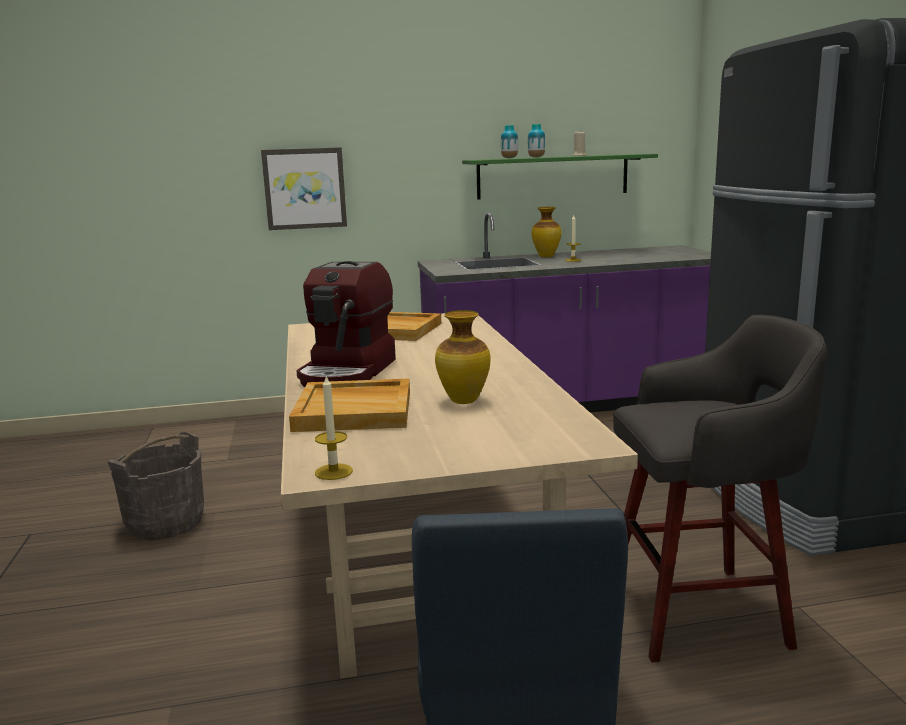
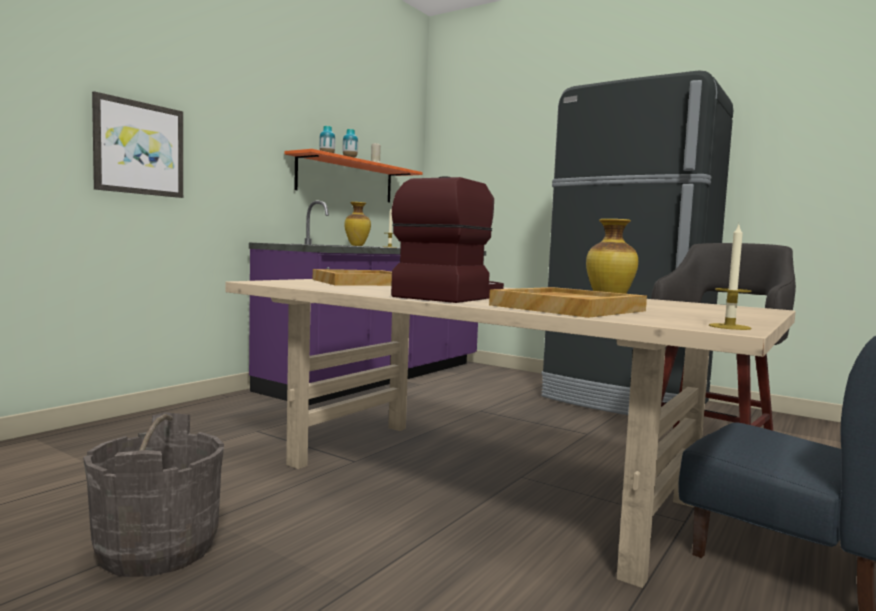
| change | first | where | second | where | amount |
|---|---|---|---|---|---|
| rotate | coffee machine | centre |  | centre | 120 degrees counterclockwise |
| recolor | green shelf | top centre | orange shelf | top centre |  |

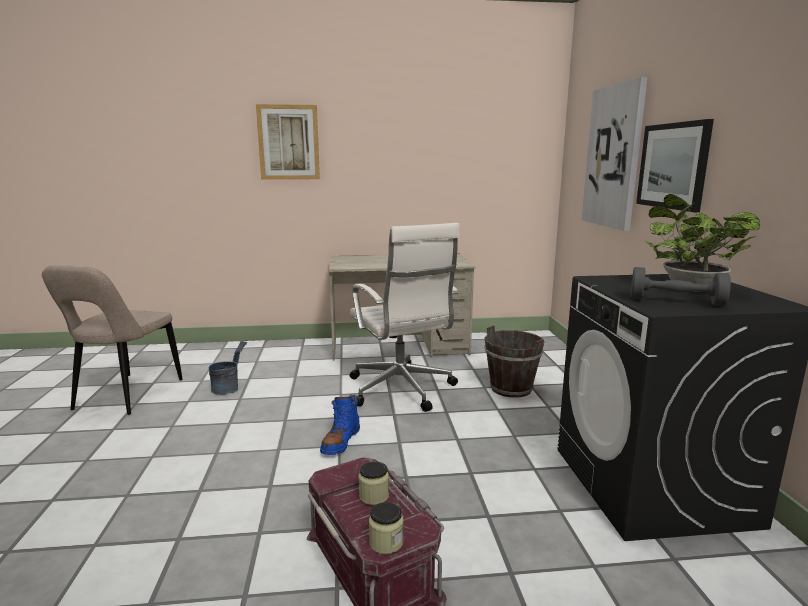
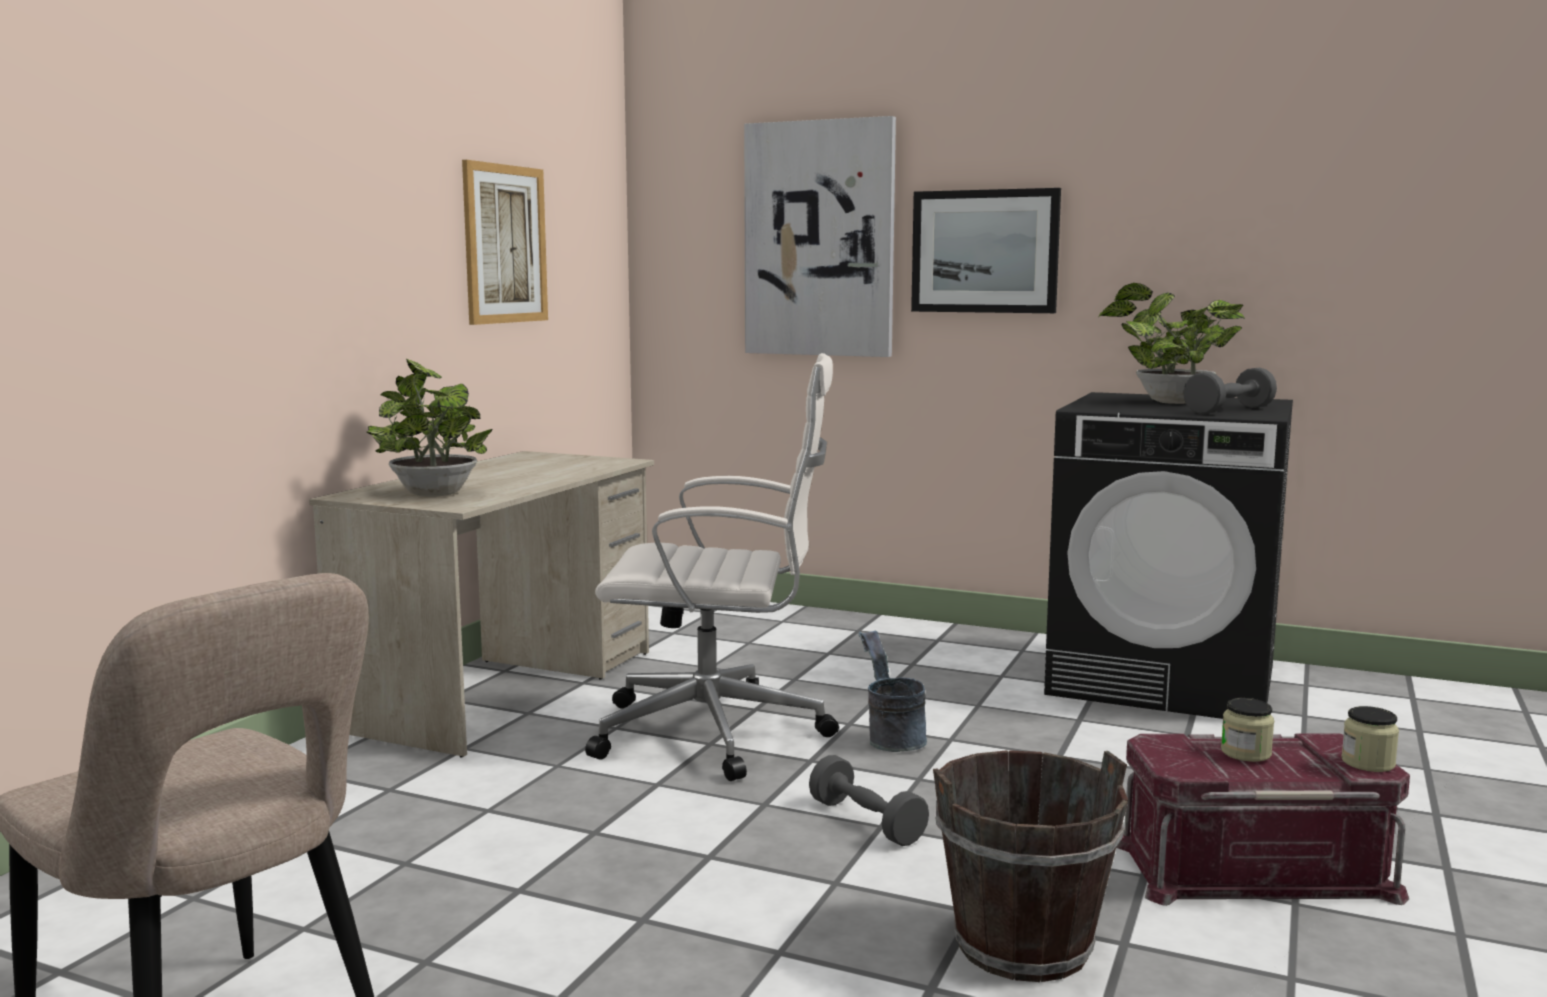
| change | first | where | second | where | amount |
|---|---|---|---|---|---|
| move | grey bucket | middle left |  | bottom centre |  |
| move | picture (1st from left) | top centre |  | top left |  |
| replace | blue boot | bottom centre | grey dumbbell (1st from left) | bottom centre |  |
| move | brown bucket | centre |  | bottom centre |  |
| insert |  |  | potted plant (1st from left) | middle left |  |

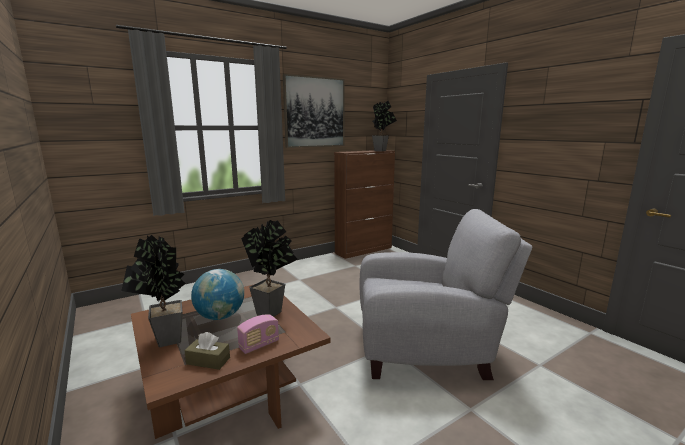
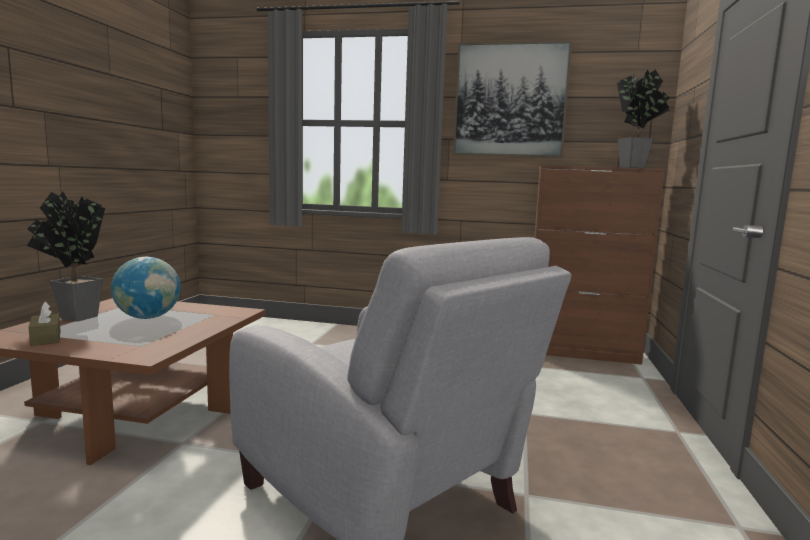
| change | first | where | second | where | amount |
|---|---|---|---|---|---|
| delete | radio | bottom centre |  |  |  |
| delete | potted plant (2nd from left) | centre |  |  |  |

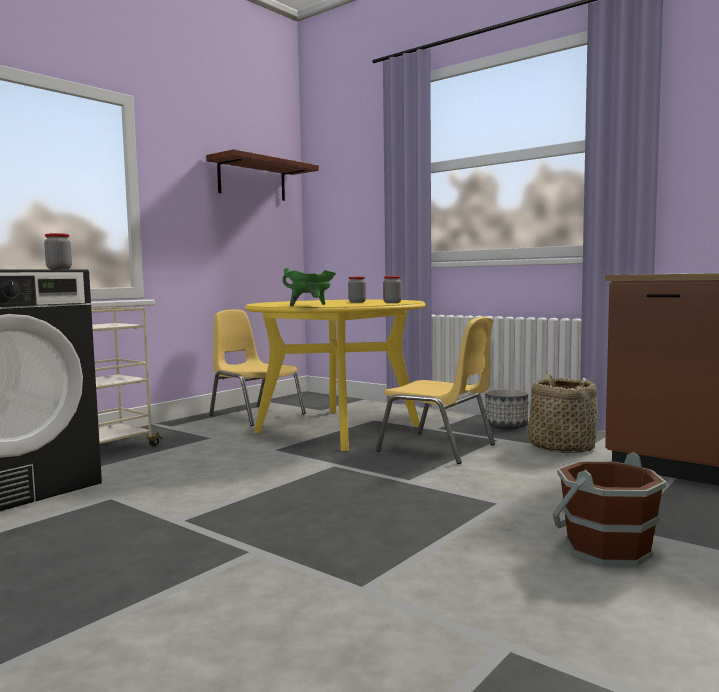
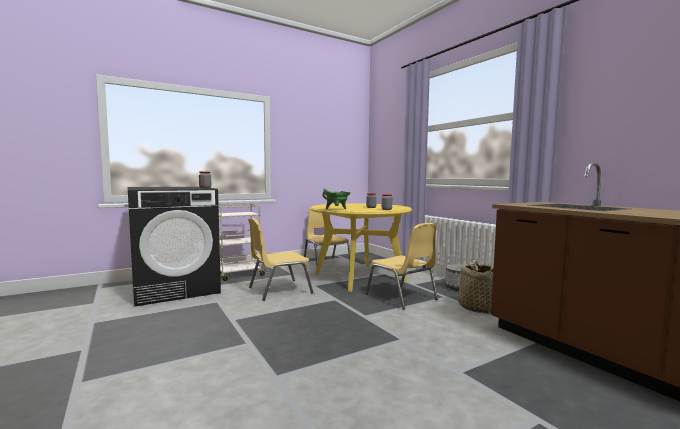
| change | first | where | second | where | amount |
|---|---|---|---|---|---|
| delete | shelf | top centre |  |  |  |
| delete | brown bucket | bottom right |  |  |  |
| insert |  |  | yellow chair (1st from left) | centre |  |

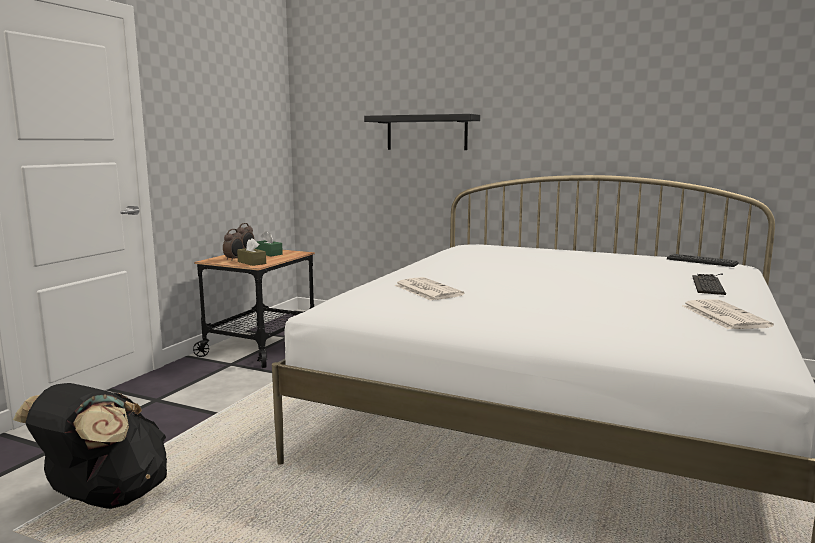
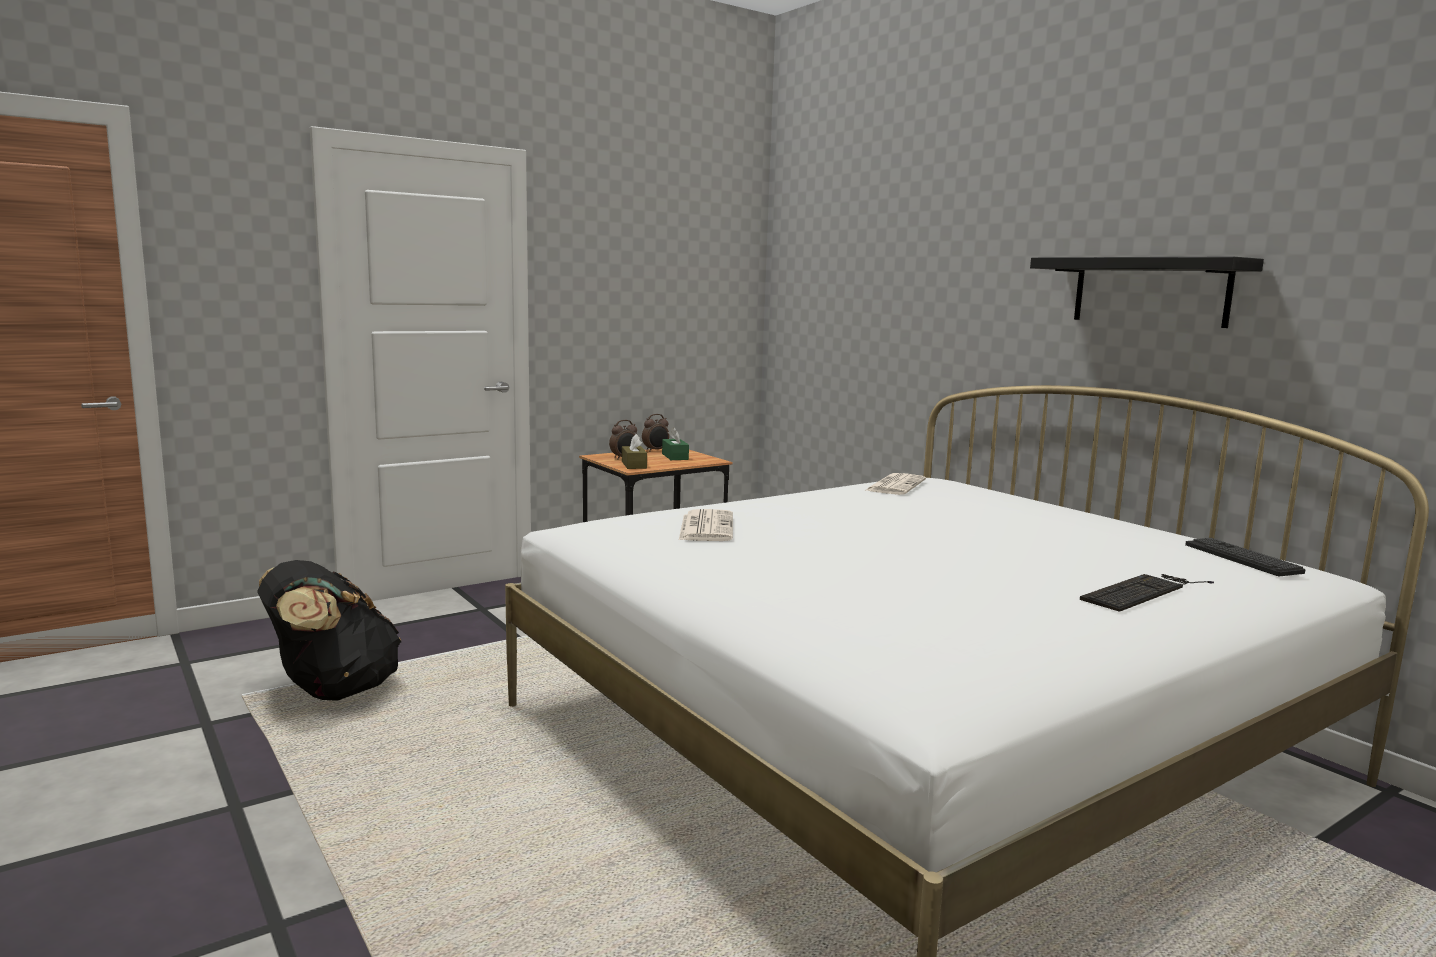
| change | first | where | second | where | amount |
|---|---|---|---|---|---|
| move | black shelf | top centre |  | top right |  |
| move | newspaper (2nd from left) | middle right |  | centre |  |

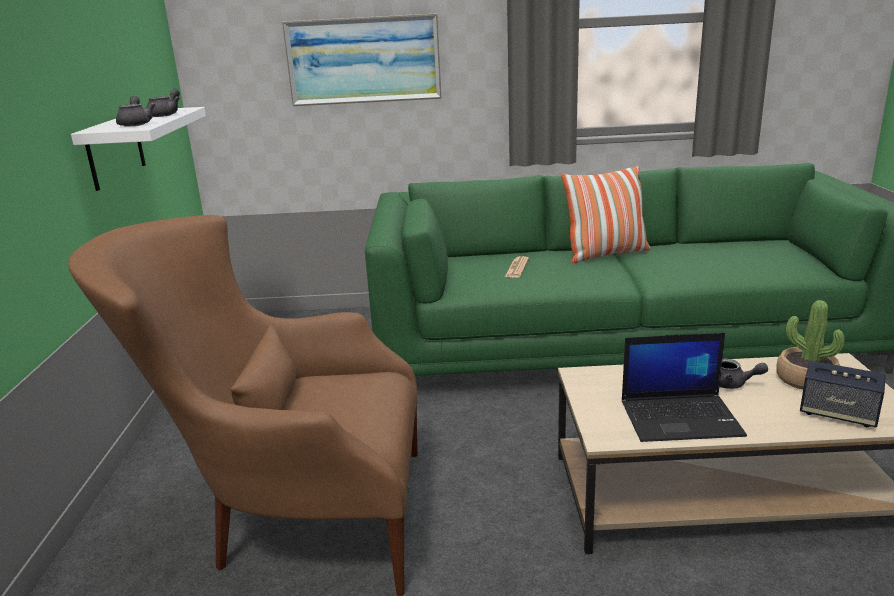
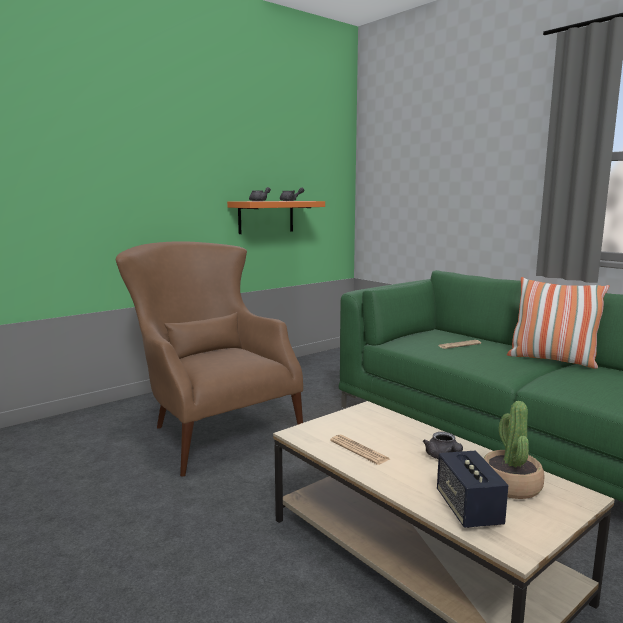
| change | first | where | second | where | amount |
|---|---|---|---|---|---|
| recolor | white shelf | top left | orange shelf | centre |  |
| delete | picture | top centre |  |  |  |
| replace | laptop | middle right | newspaper (1st from left) | bottom centre |  |

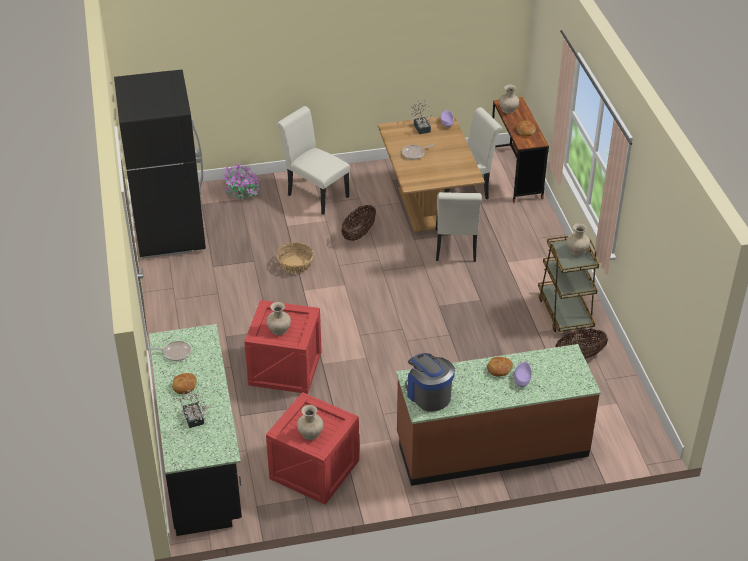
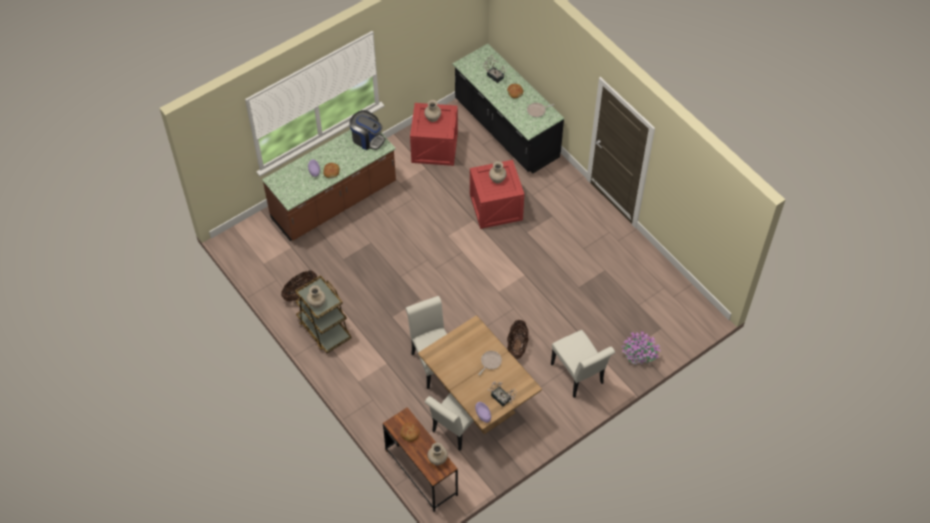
| change | first | where | second | where | amount |
|---|---|---|---|---|---|
| delete | black fridge | top left |  |  |  |
| rotate | white chair (1st from left in the first image) | top centre | white chair (3rd from left) | bottom centre | 45 degrees clockwise |
| delete | basket (1st from left) | centre |  |  |  |

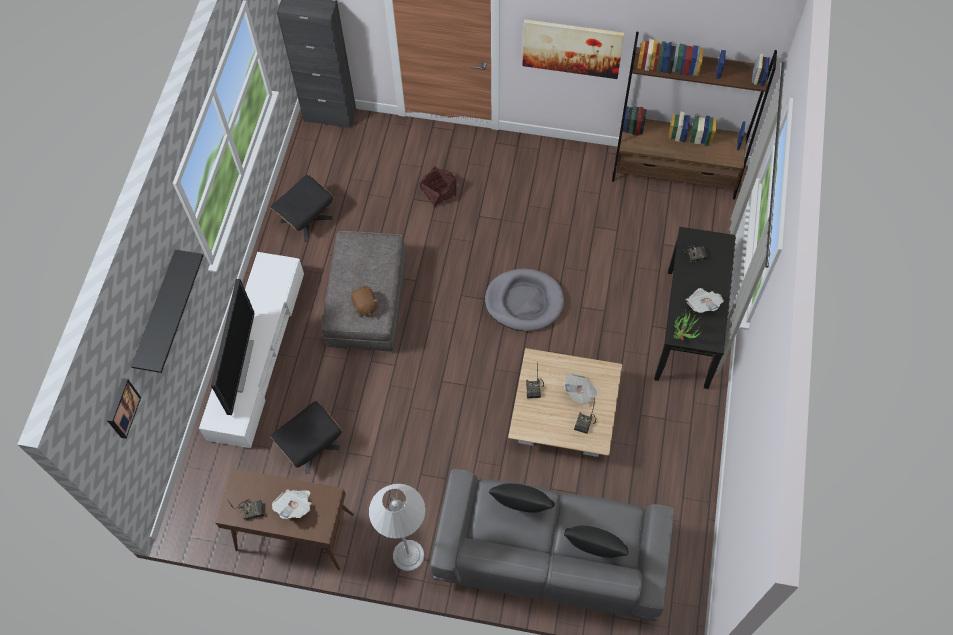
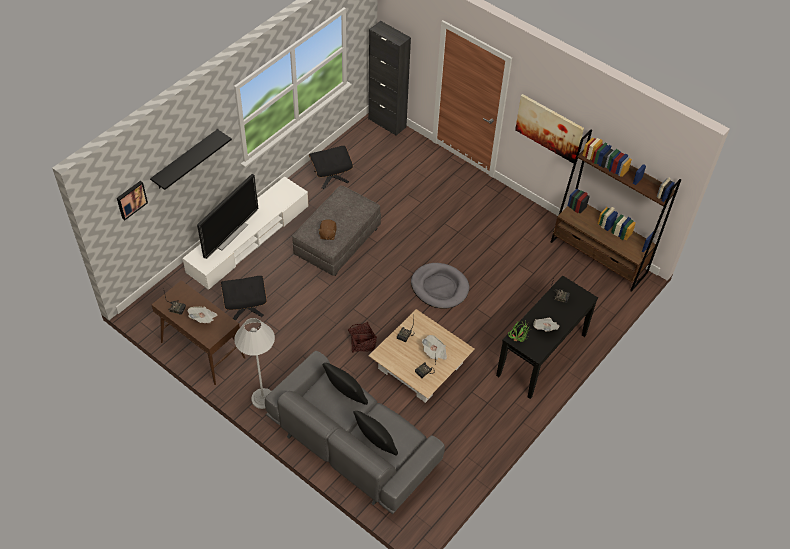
| change | first | where | second | where | amount |
|---|---|---|---|---|---|
| move | basket | top centre |  | centre |  |

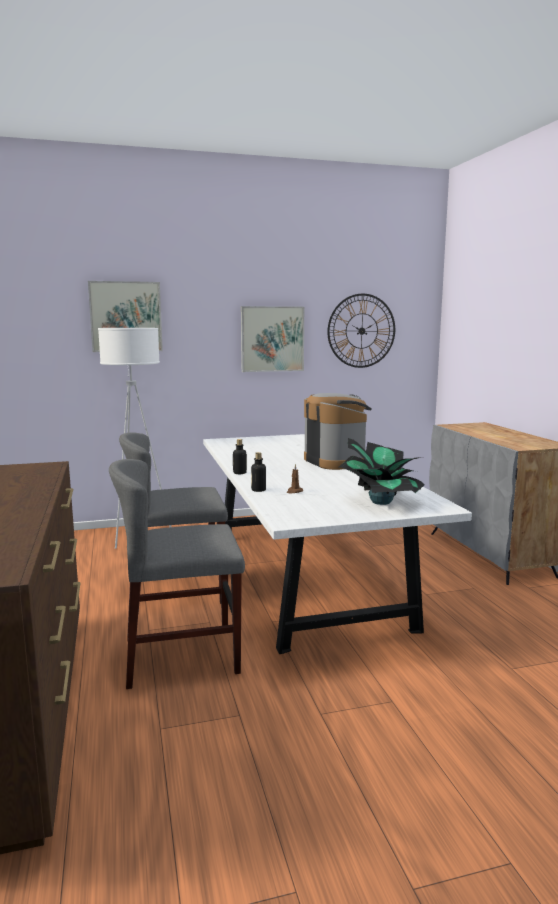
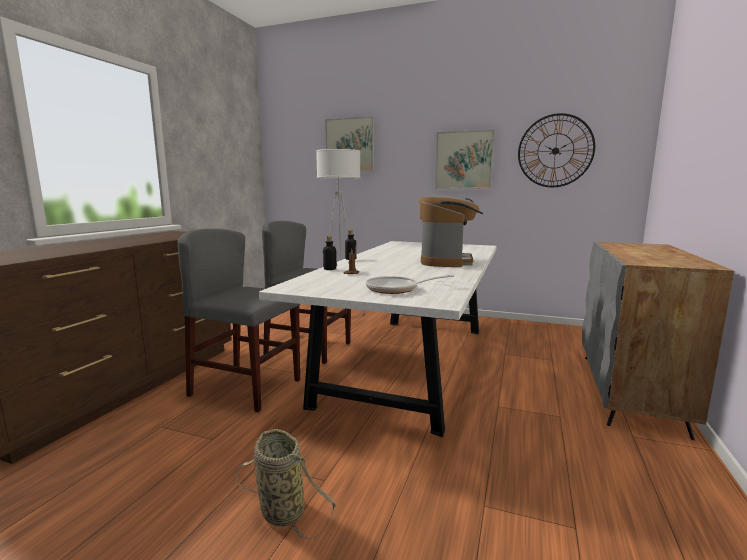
| change | first | where | second | where | amount |
|---|---|---|---|---|---|
| replace | potted plant | middle right | frying pan | centre |  |
| insert |  |  | basket | bottom centre |  |

